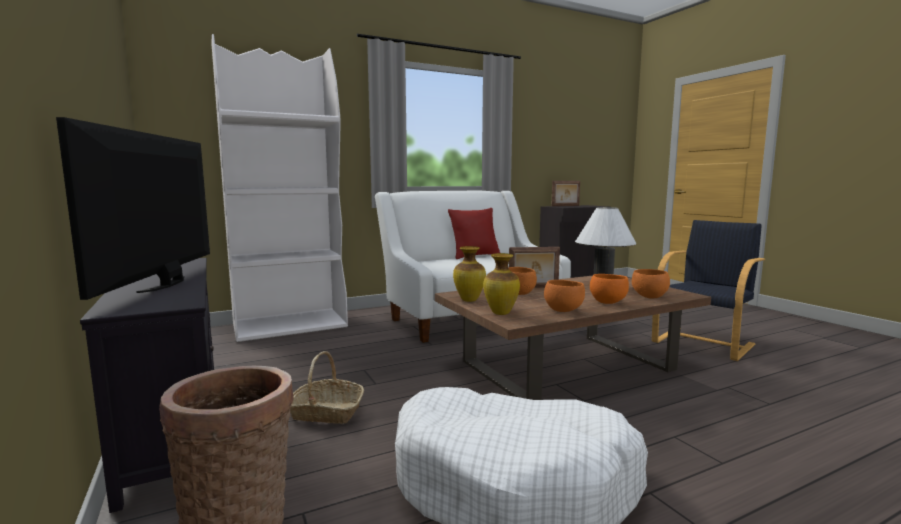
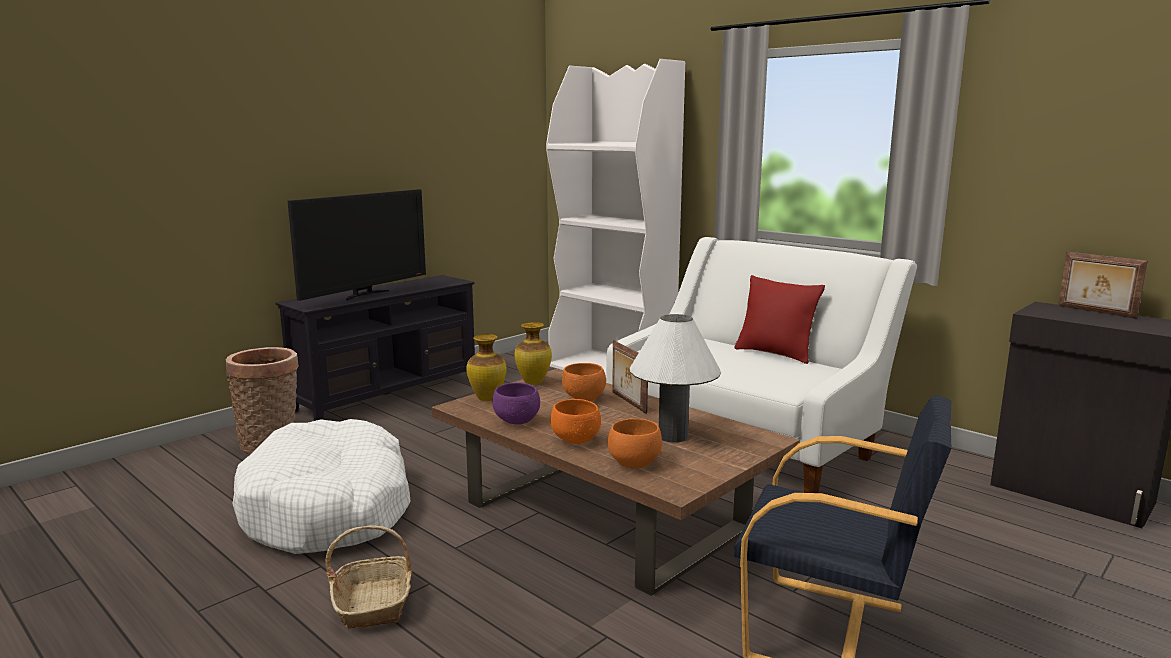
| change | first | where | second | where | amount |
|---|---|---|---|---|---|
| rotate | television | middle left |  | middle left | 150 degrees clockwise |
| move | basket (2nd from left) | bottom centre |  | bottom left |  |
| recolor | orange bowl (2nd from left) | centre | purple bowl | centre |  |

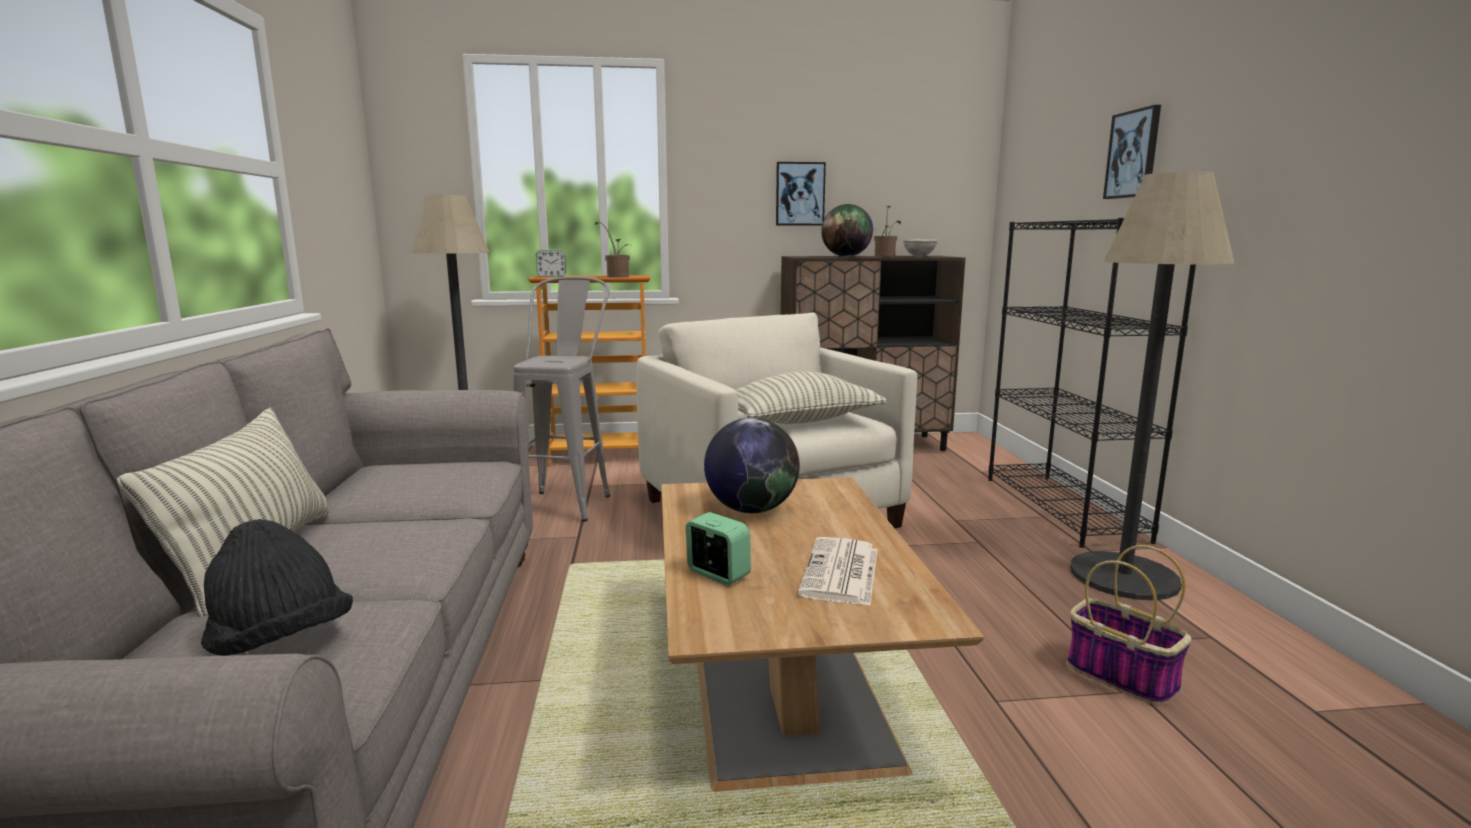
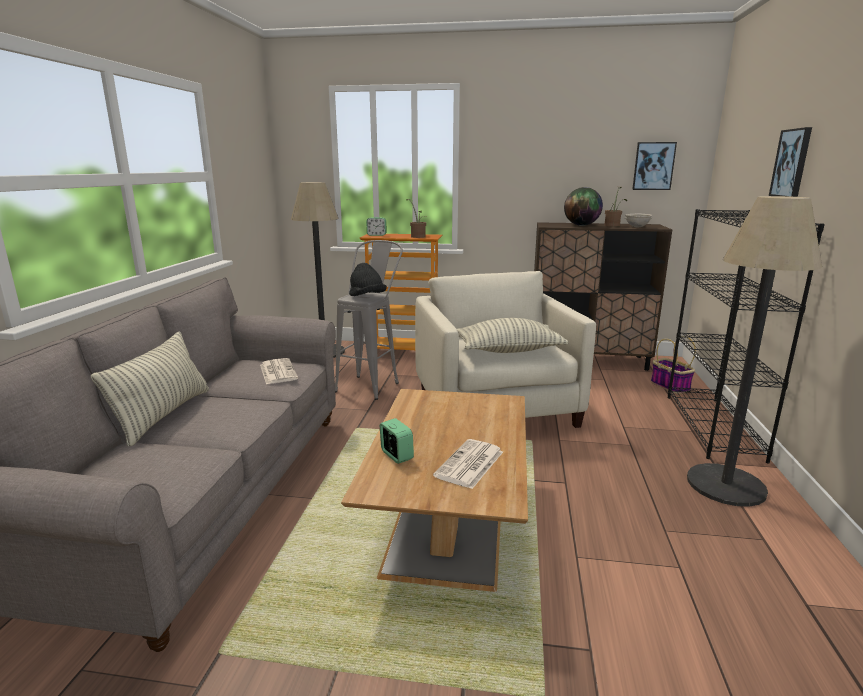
| change | first | where | second | where | amount |
|---|---|---|---|---|---|
| move | black hat | bottom left |  | centre |  |
| delete | globe (1st from left) | centre |  |  |  |
| move | picture (1st from left) | top centre |  | top right |  |
| move | basket | bottom right |  | middle right |  |
| insert |  |  | newspaper (1st from left) | middle left |  |

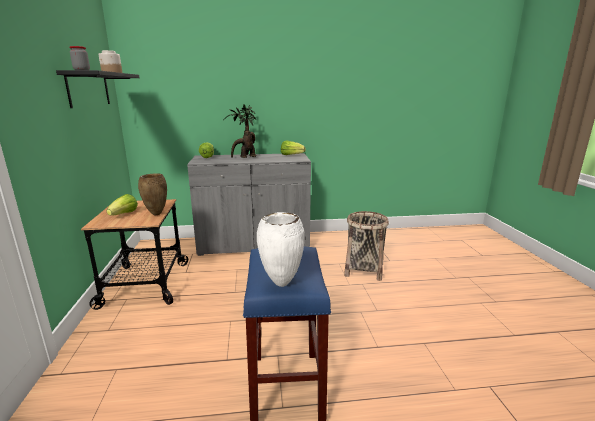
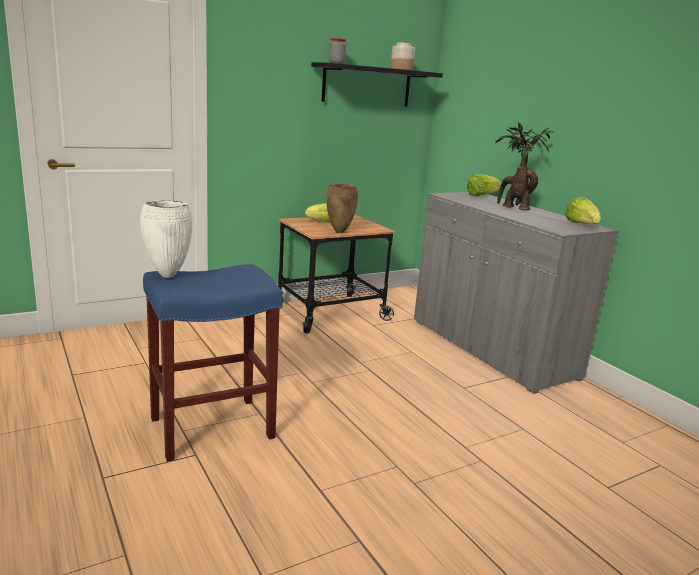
| change | first | where | second | where | amount |
|---|---|---|---|---|---|
| delete | basket | centre |  |  |  |

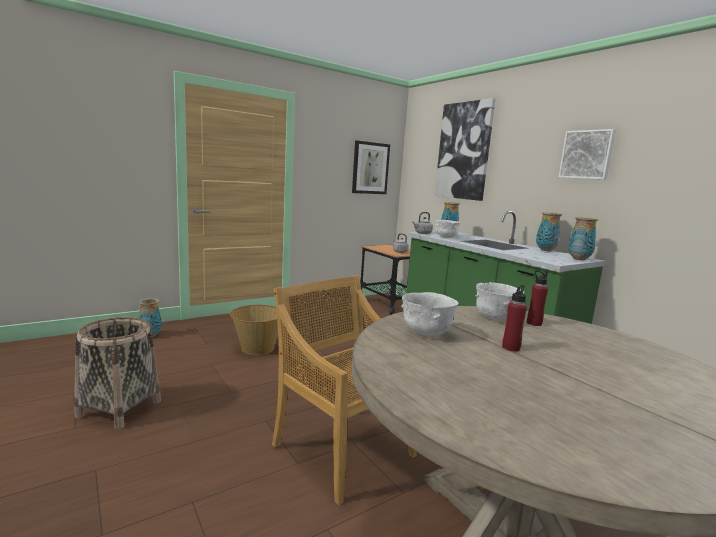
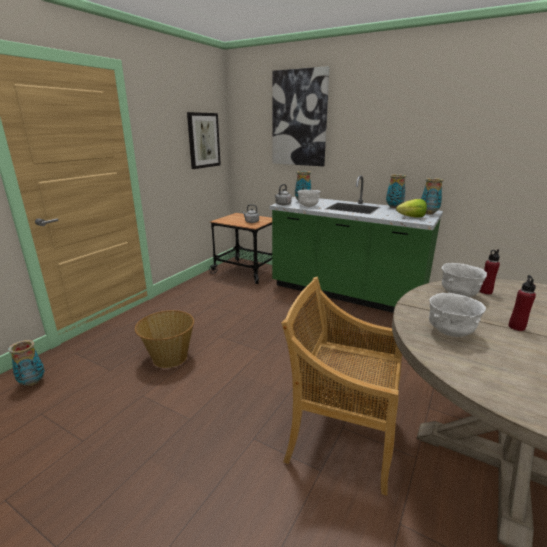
| change | first | where | second | where | amount |
|---|---|---|---|---|---|
| delete | basket (1st from left) | bottom left |  |  |  |
| delete | picture (3rd from left) | top right |  |  |  |
| insert |  |  | lettuce | middle right |  |

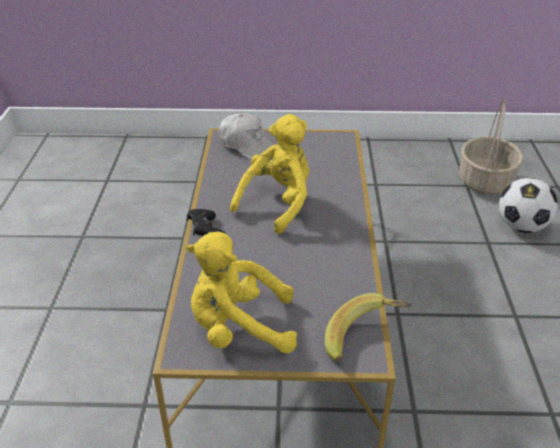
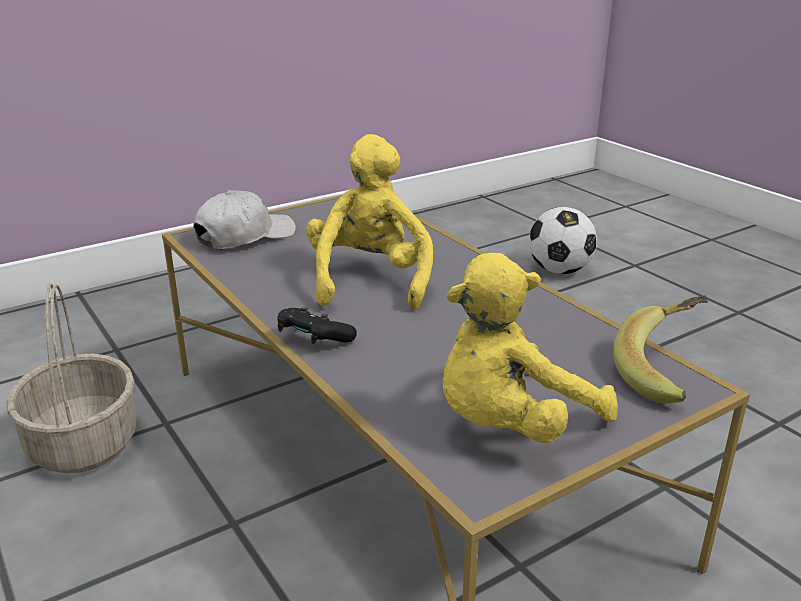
| change | first | where | second | where | amount |
|---|---|---|---|---|---|
| rotate | white cap | top centre |  | middle left | 45 degrees counterclockwise |
| move | basket | top right |  | middle left |  |

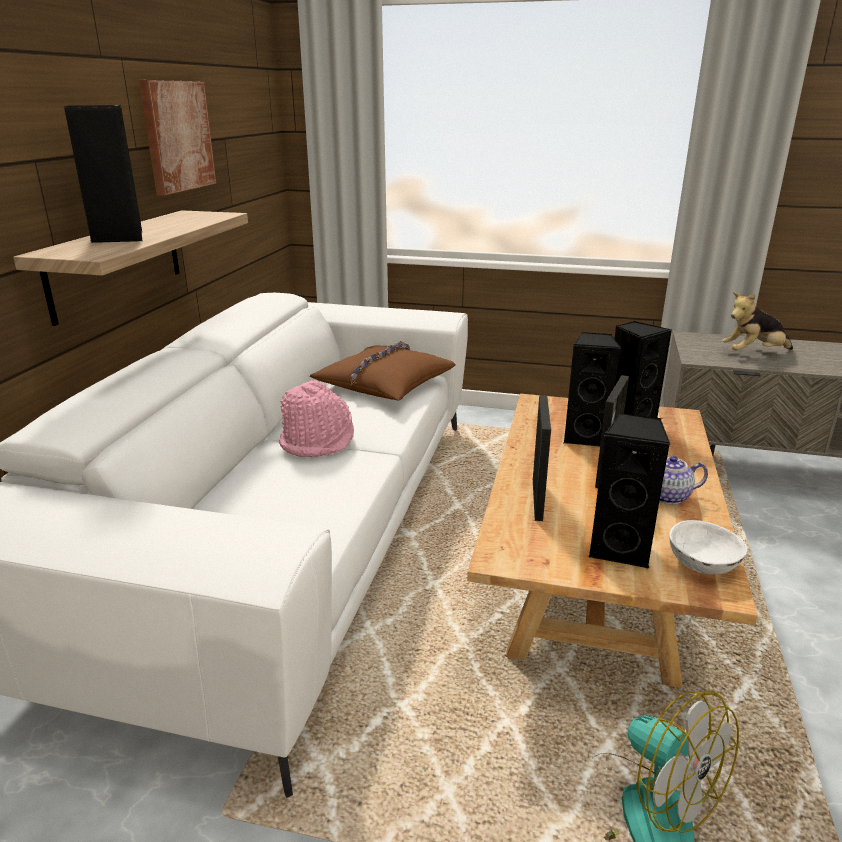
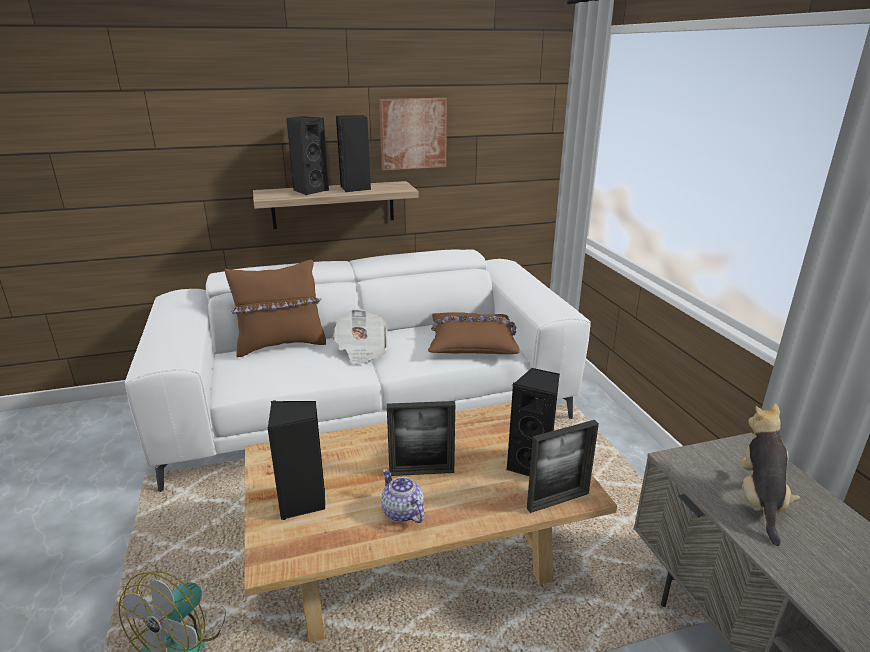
| change | first | where | second | where | amount |
|---|---|---|---|---|---|
| replace | pink hat | centre | newspaper | centre |  |
| move | picture frame (1st from left in the first image) | centre | picture frame (2nd from left) | bottom centre |  |
| move | black speaker (2nd from left in the first image) | middle right | black speaker (3rd from left) | top centre |  |
| delete | white bowl | middle right |  |  |  |
| rotate | plush toy | middle right |  | bottom right | 60 degrees clockwise |
| insert |  |  | brown pillow (1st from left) | middle left |  |

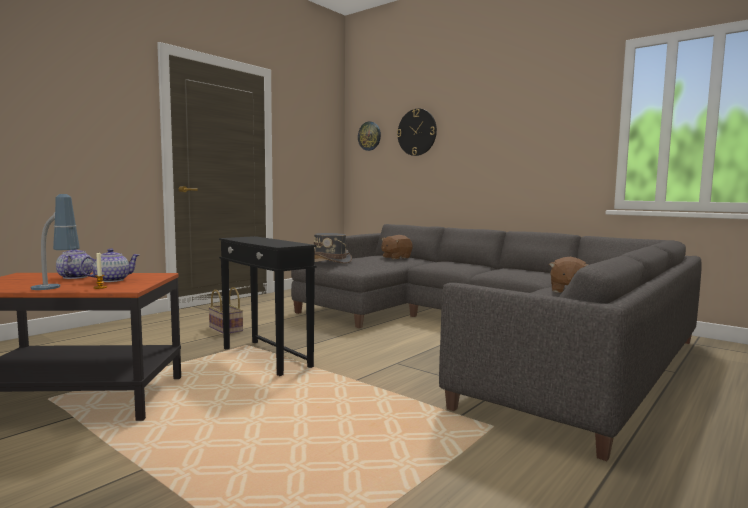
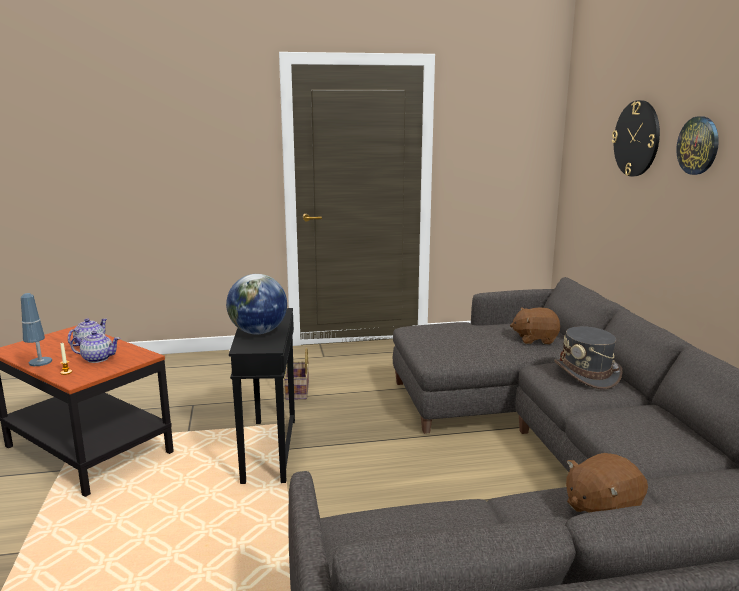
| change | first | where | second | where | amount |
|---|---|---|---|---|---|
| move | grey hat | centre |  | middle right |  |
| move | wall clock (1st from left in the first image) | top centre | wall clock (2nd from left) | top right |  |
| insert |  |  | globe | centre |  |

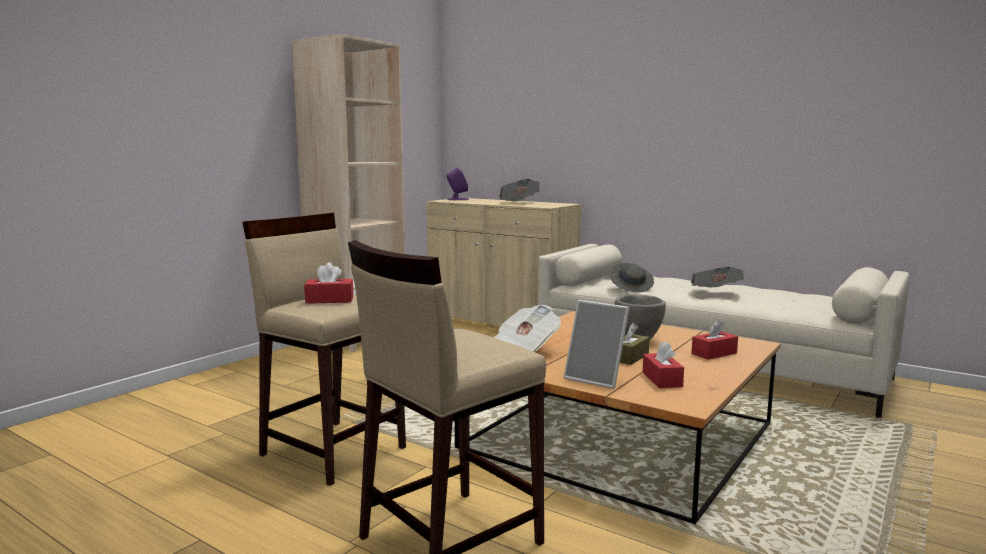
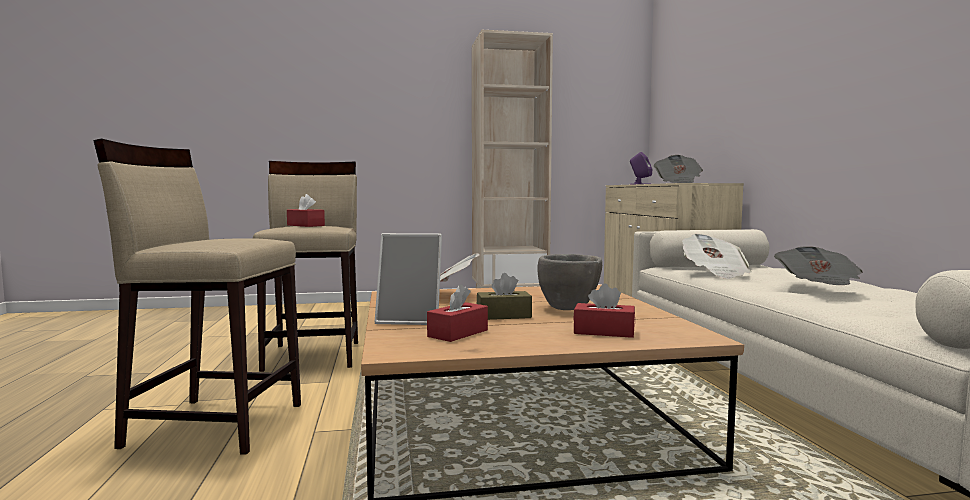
| change | first | where | second | where | amount |
|---|---|---|---|---|---|
| rotate | picture frame | centre |  | centre | 75 degrees counterclockwise |
| replace | grey hat | centre | newspaper (3rd from left) | middle right |  |

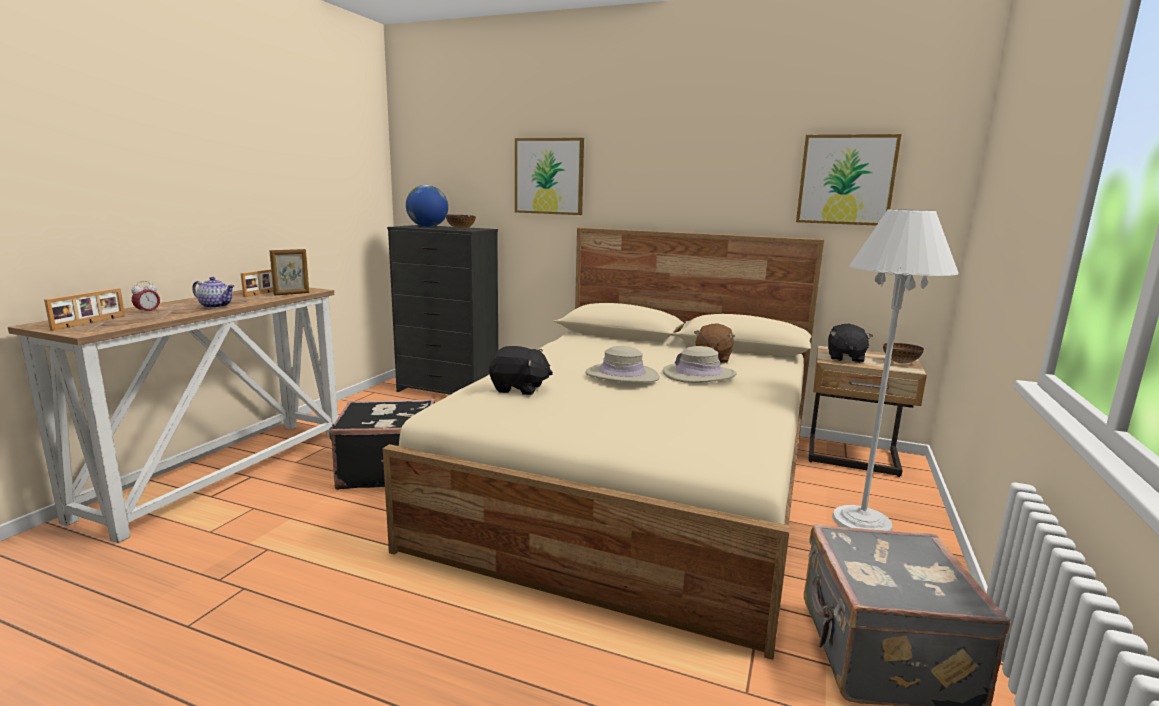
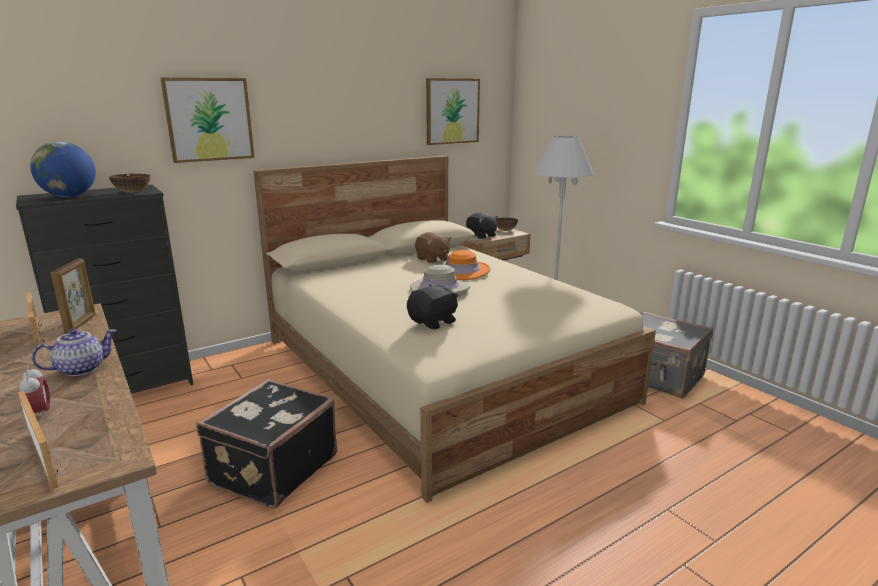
| change | first | where | second | where | amount |
|---|---|---|---|---|---|
| recolor | beige hat (2nd from left) | centre | orange hat | centre |  |

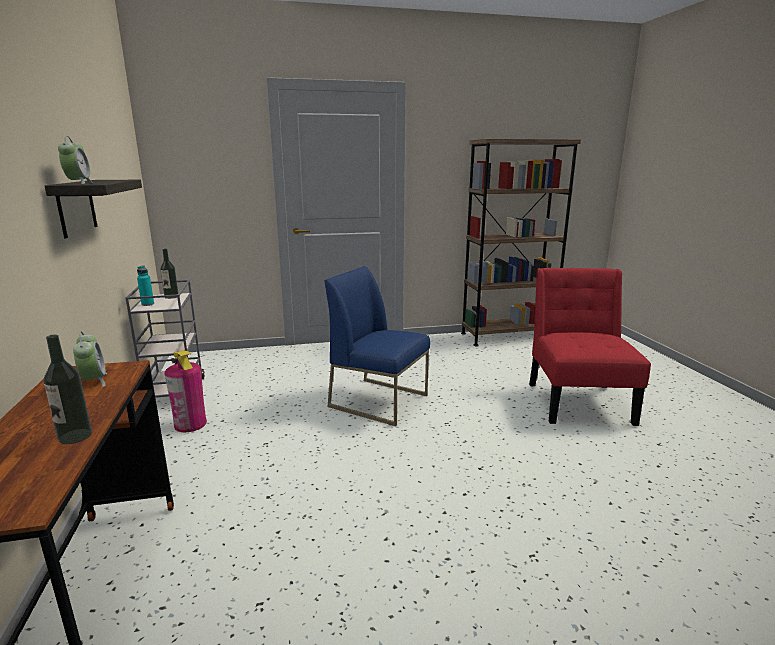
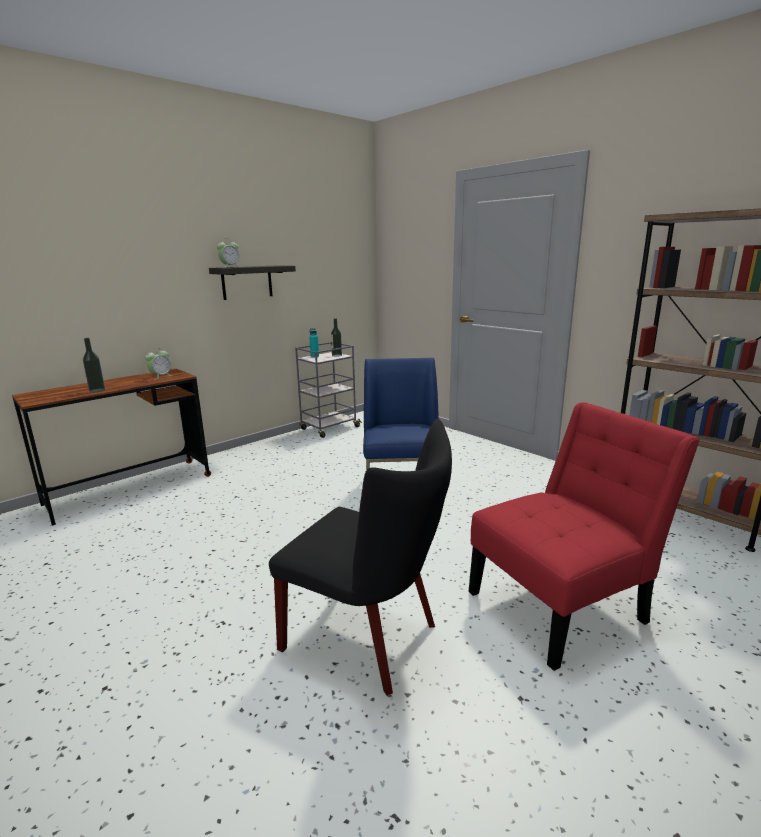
| change | first | where | second | where | amount |
|---|---|---|---|---|---|
| delete | fire extinguisher | middle left |  |  |  |
| insert |  |  | black chair | centre |  |

